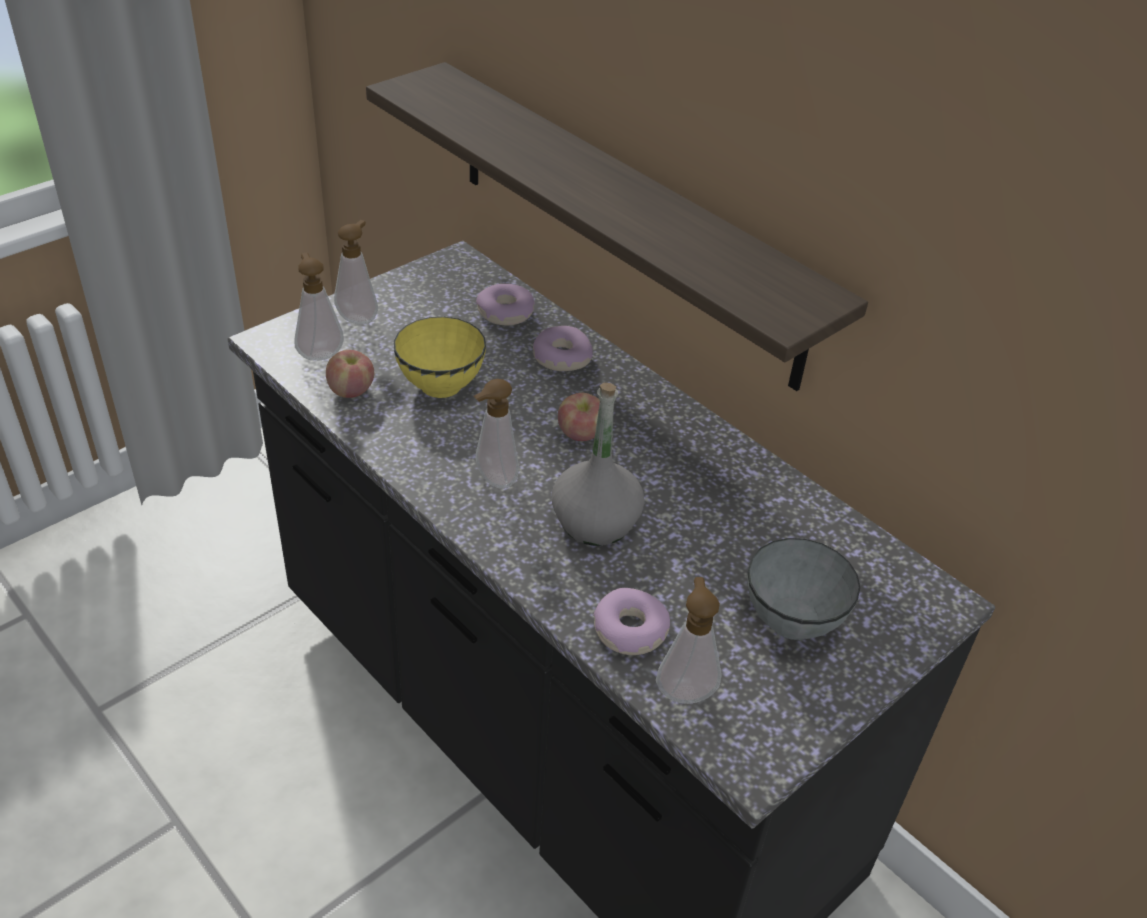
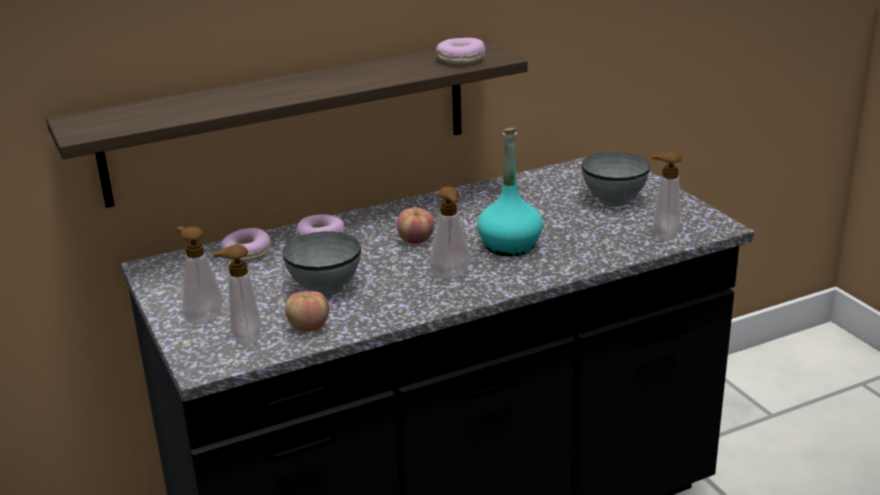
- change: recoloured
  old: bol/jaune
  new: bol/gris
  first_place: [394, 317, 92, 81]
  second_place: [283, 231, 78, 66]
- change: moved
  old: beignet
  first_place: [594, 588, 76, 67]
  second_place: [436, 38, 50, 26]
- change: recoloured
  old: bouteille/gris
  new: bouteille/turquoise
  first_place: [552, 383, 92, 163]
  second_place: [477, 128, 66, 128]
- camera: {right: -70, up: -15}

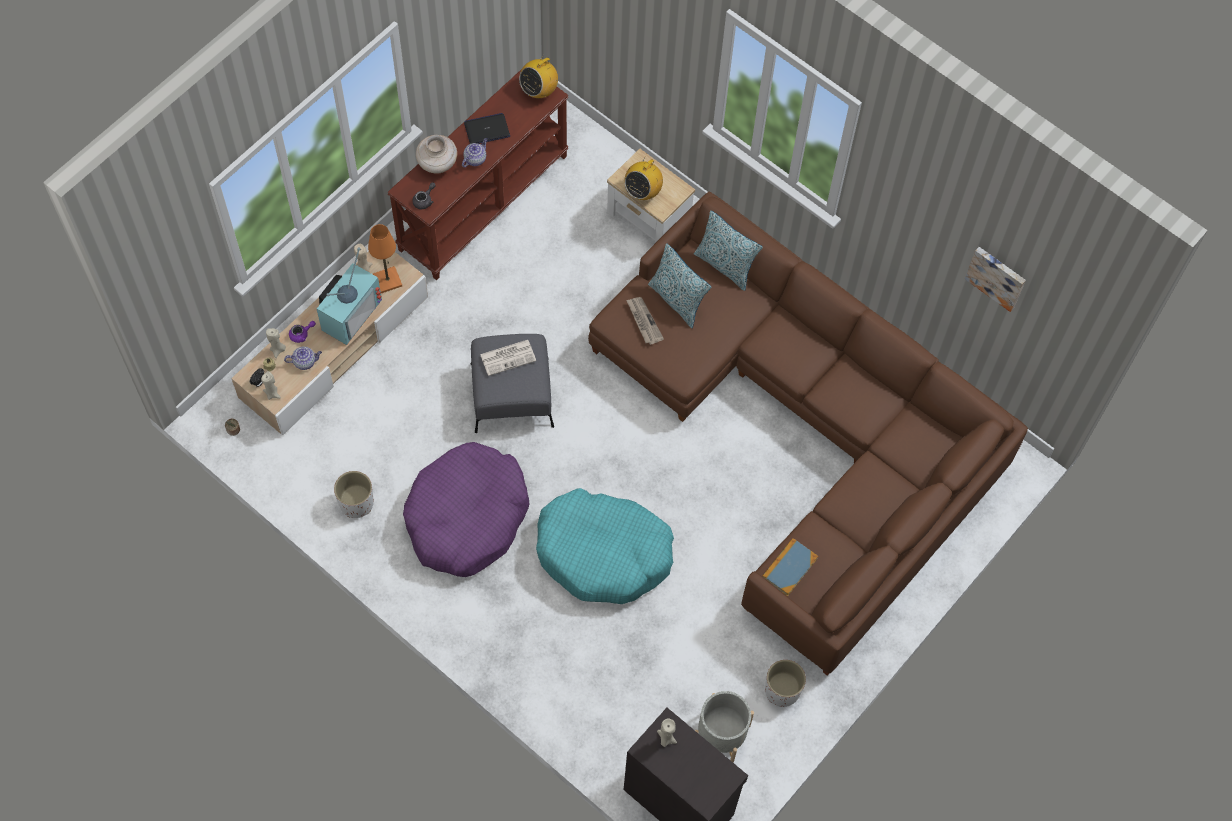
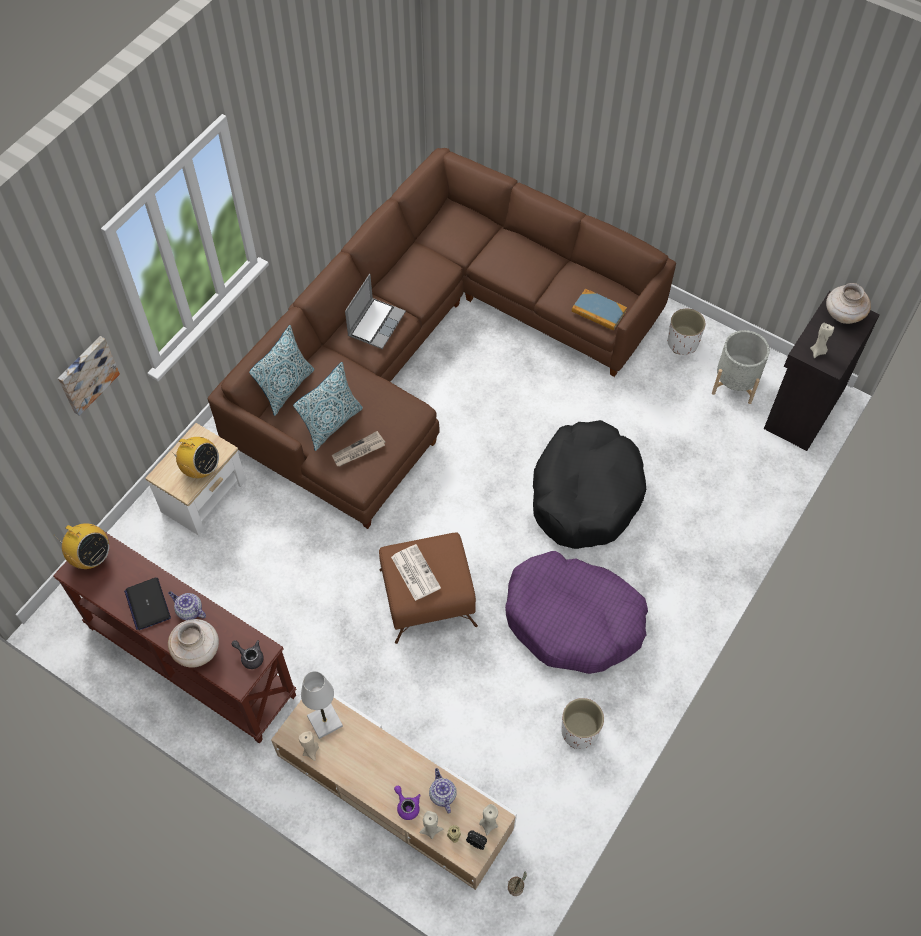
- change: moved
  old: tableau
  first_place: [965, 247, 61, 65]
  second_place: [58, 336, 62, 80]
- change: recoloured
  old: lampe de table/orange
  new: lampe de table/blanc
  first_place: [368, 224, 34, 69]
  second_place: [301, 671, 42, 68]
- change: added
  new: ordinateur portable
  second_place: [345, 274, 61, 75]
- change: recoloured
  old: pouf/gris
  new: pouf/marron
  first_place: [470, 334, 84, 99]
  second_place: [379, 533, 99, 111]
- change: recoloured
  old: panier pour chien/turquoise
  new: panier pour chien/noir
  first_place: [536, 488, 138, 116]
  second_place: [533, 420, 113, 129]
- change: added
  new: vase/beige
  second_place: [826, 283, 45, 41]
- change: removed
  old: téléviseur
  first_place: [317, 248, 65, 97]
- camera: {right: -95, up: -5}

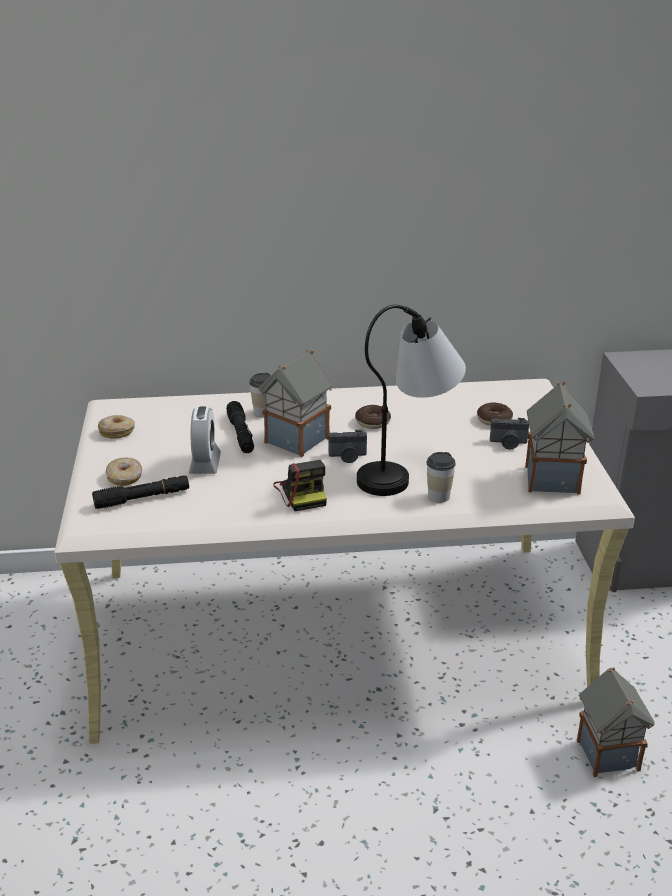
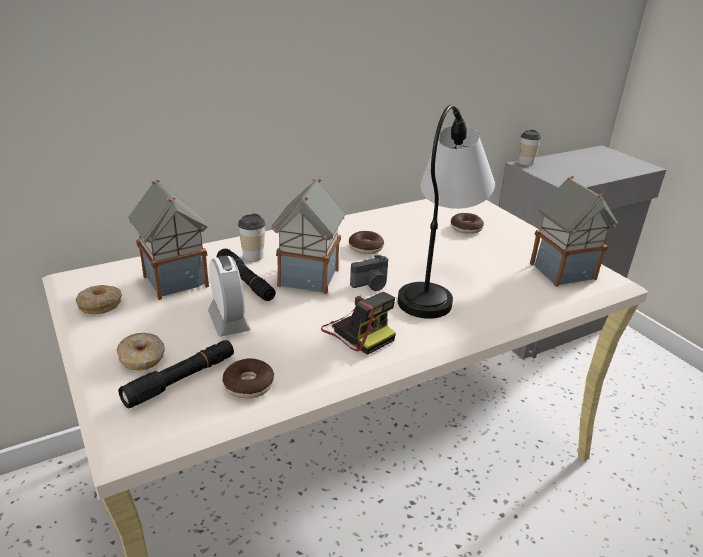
- change: moved
  old: maison miniature
  first_place: [577, 667, 77, 110]
  second_place: [128, 179, 81, 121]
- change: added
  new: beignet
  second_place: [222, 359, 52, 39]
- change: moved
  old: tasse
  first_place: [426, 452, 30, 51]
  second_place: [518, 130, 23, 36]
- change: removed
  old: appareil photo
  first_place: [490, 418, 39, 31]
- camera: {right: -25, up: 0}

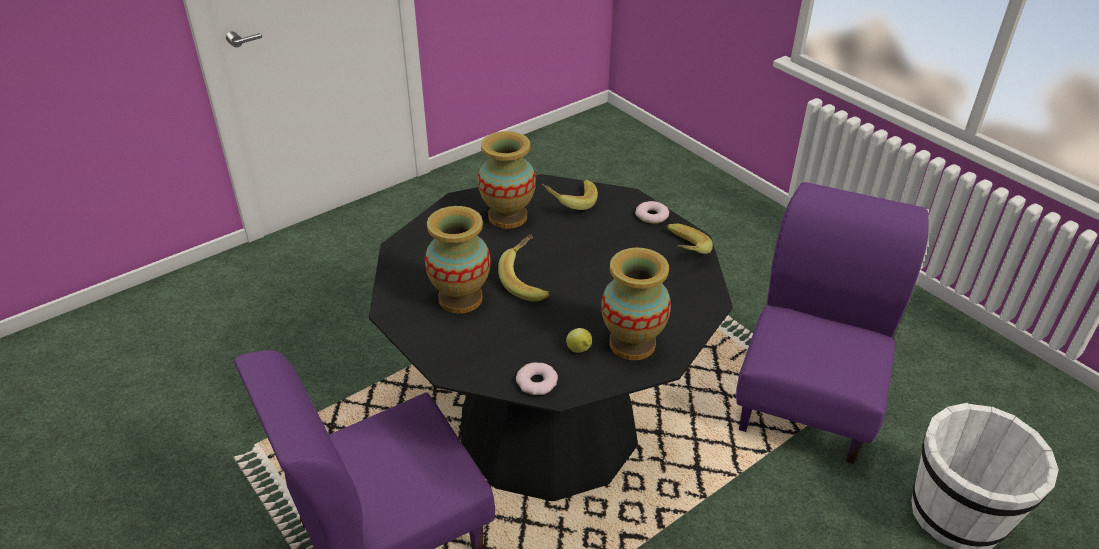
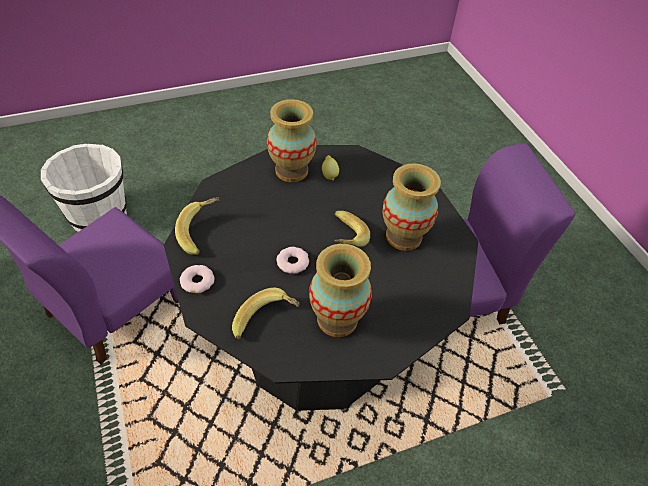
- change: moved
  old: beignet
  first_place: [516, 363, 42, 32]
  second_place: [276, 247, 33, 27]
- camera: {right: -165, up: 10}

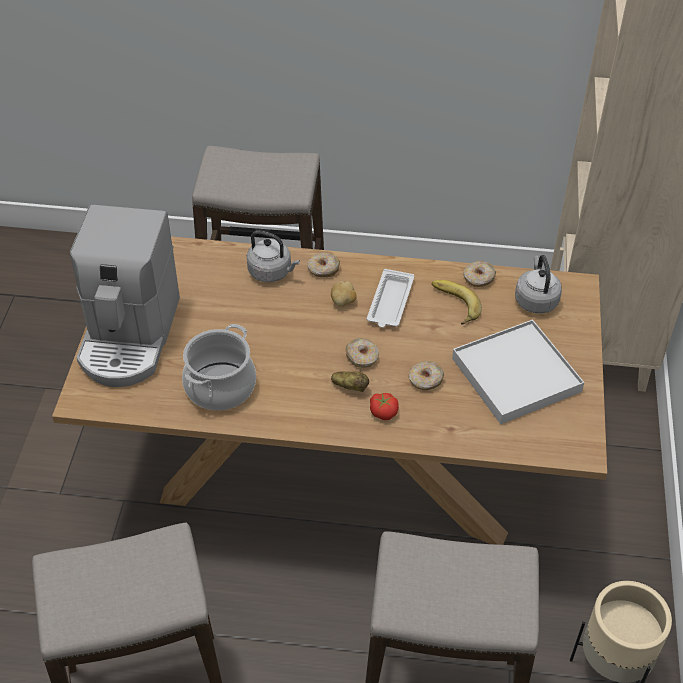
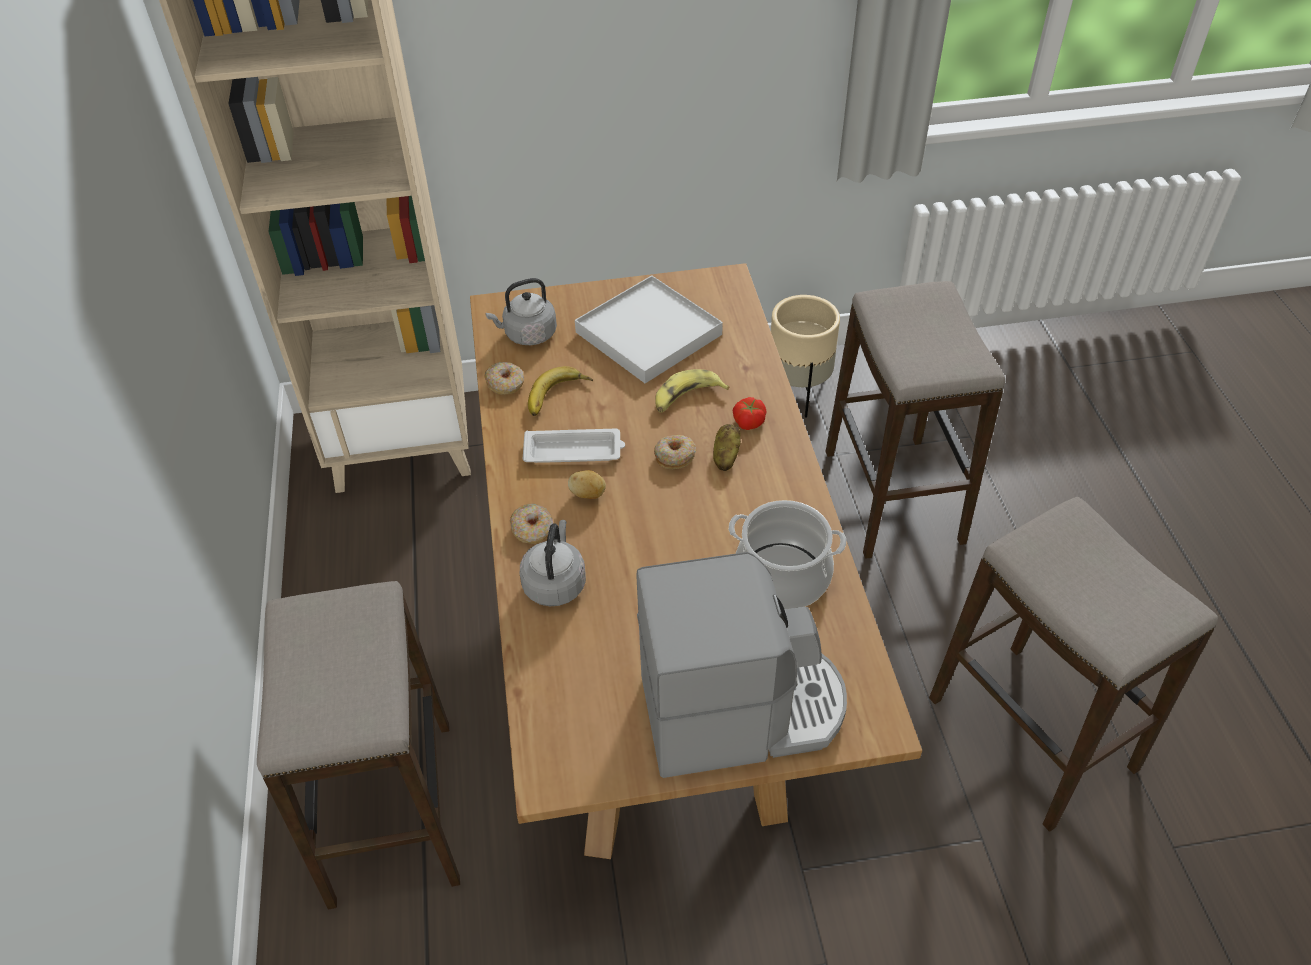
- change: replaced
  old: beignet
  new: banane
  first_place: [409, 361, 35, 29]
  second_place: [656, 369, 73, 44]
- camera: {right: -105, up: 0}

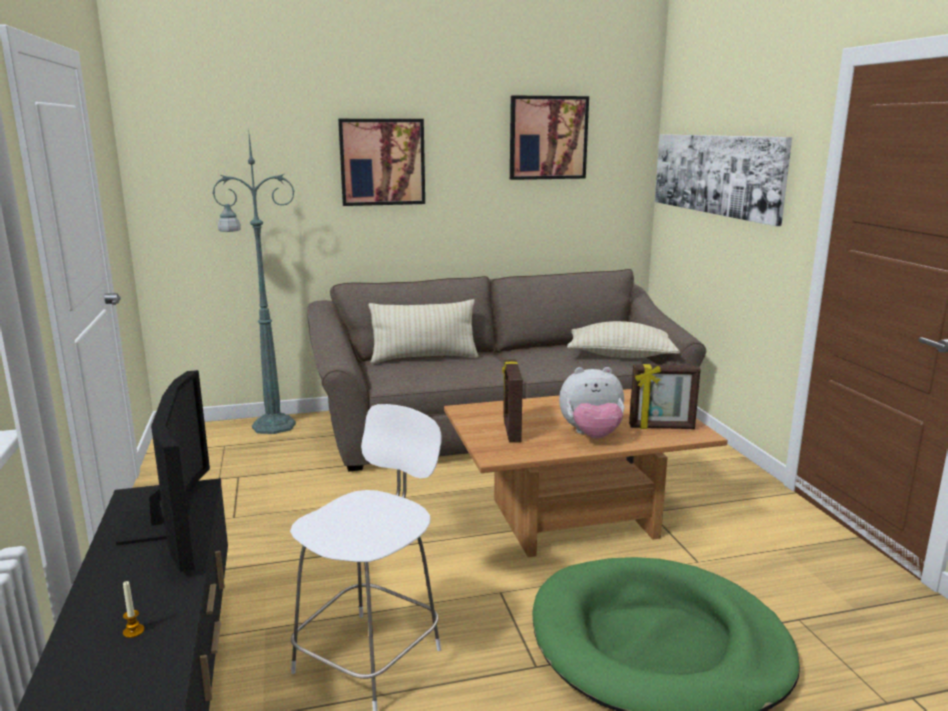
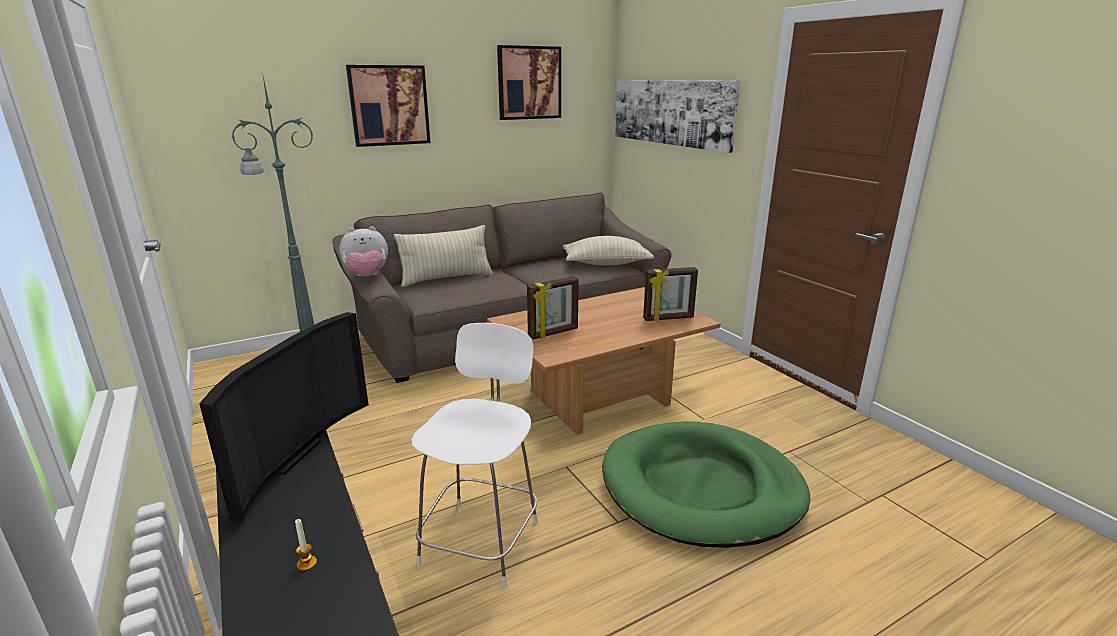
- change: turned
  old: téléviseur
  first_place: [116, 370, 94, 202]
  second_place: [199, 312, 170, 210]
  degrees: 45
- change: moved
  old: peluche
  first_place: [559, 367, 66, 72]
  second_place: [339, 226, 49, 51]
- change: turned
  old: cadre photo
  first_place: [502, 359, 21, 83]
  second_place: [527, 276, 52, 63]
  degrees: -105
- camera: {right: -15, up: 5}

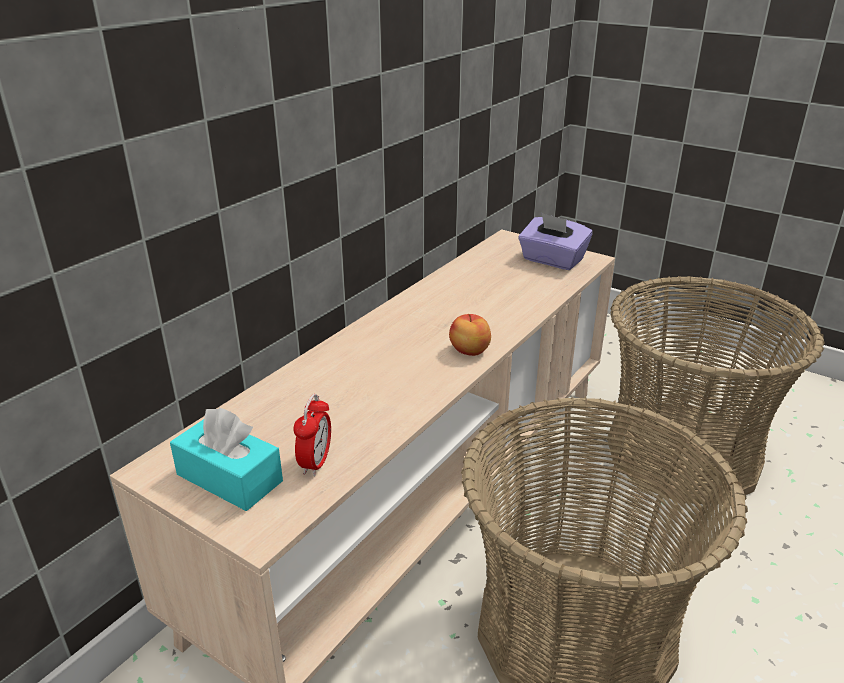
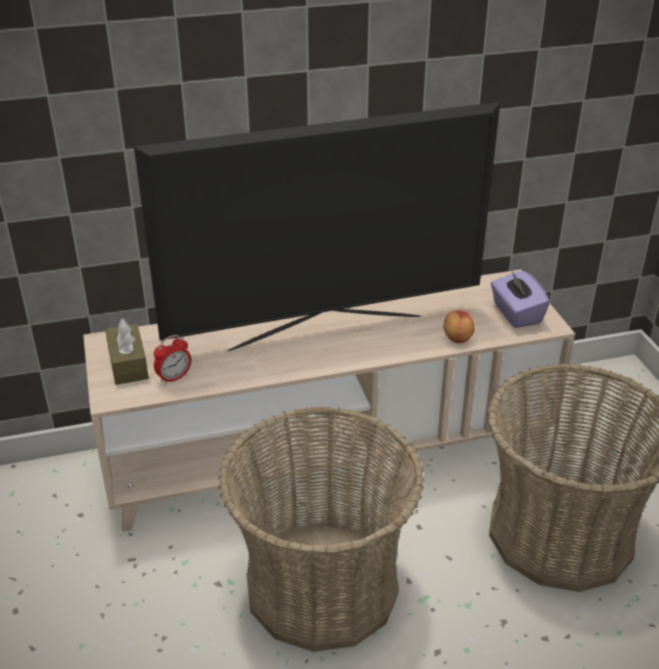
- change: recoloured
  old: boîte à mouchoirs/turquoise
  new: boîte à mouchoirs/marron
  first_place: [170, 408, 113, 103]
  second_place: [105, 319, 44, 66]
- change: added
  new: téléviseur
  second_place: [134, 102, 366, 249]
- change: moved
  old: pomme
  first_place: [449, 314, 42, 42]
  second_place: [443, 310, 32, 33]
- camera: {right: 40, up: 5}

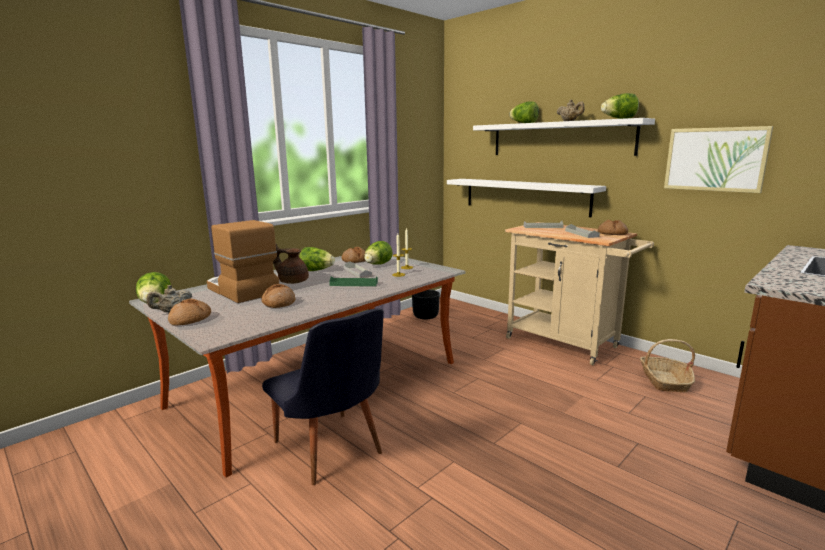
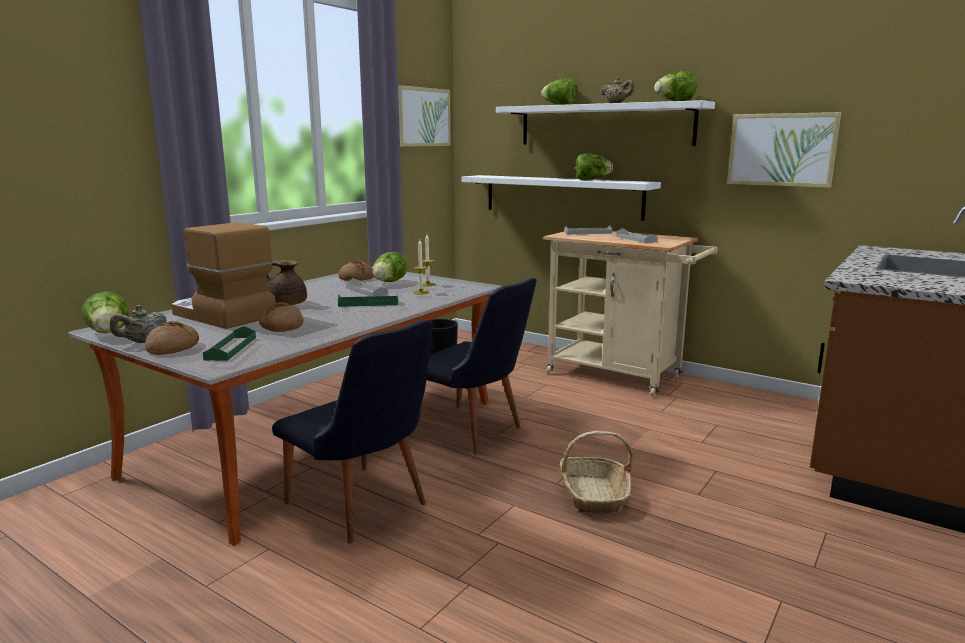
- change: added
  new: plateau/vert
  second_place: [203, 326, 53, 35]
- change: added
  new: tableau
  second_place: [398, 85, 53, 62]
- change: added
  new: chaise/noir
  second_place: [427, 278, 109, 176]
- change: moved
  old: panier
  first_place: [640, 339, 55, 53]
  second_place: [560, 431, 73, 82]
- change: moved
  old: laitue
  first_place: [299, 247, 36, 24]
  second_place: [576, 153, 37, 27]
- change: removed
  old: pain
  first_place: [598, 220, 30, 15]
- camera: {right: -10, up: 0}

